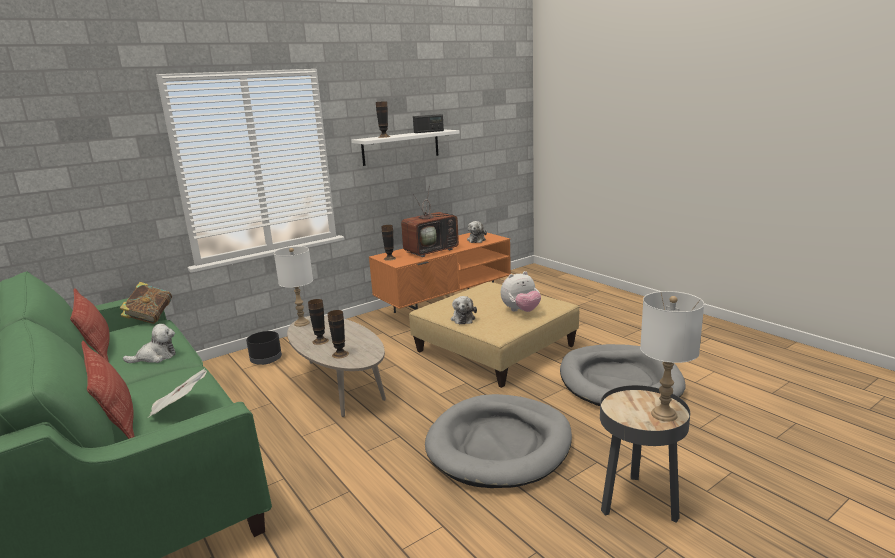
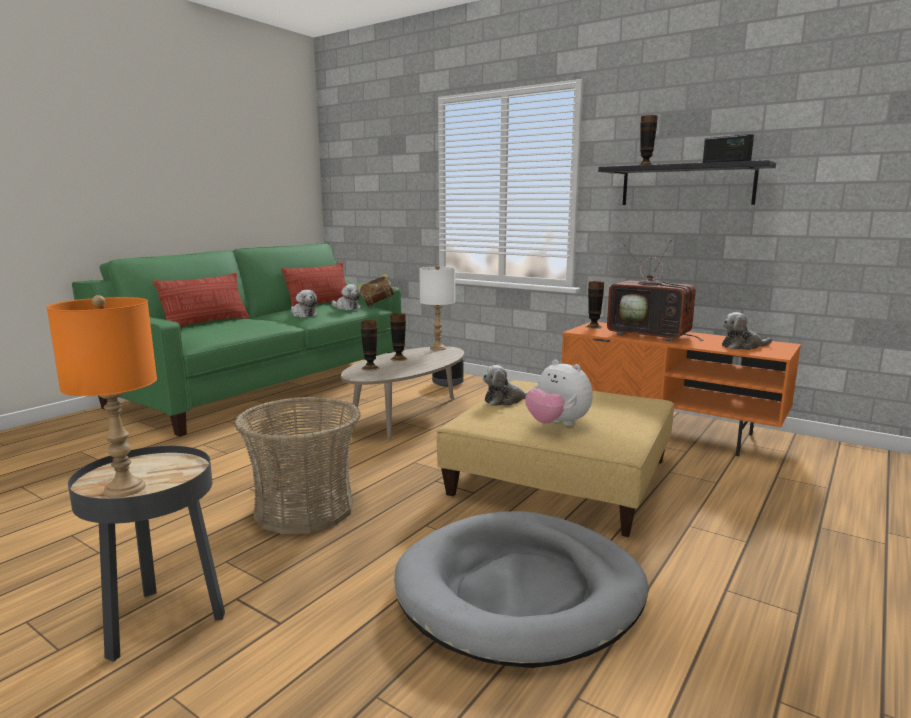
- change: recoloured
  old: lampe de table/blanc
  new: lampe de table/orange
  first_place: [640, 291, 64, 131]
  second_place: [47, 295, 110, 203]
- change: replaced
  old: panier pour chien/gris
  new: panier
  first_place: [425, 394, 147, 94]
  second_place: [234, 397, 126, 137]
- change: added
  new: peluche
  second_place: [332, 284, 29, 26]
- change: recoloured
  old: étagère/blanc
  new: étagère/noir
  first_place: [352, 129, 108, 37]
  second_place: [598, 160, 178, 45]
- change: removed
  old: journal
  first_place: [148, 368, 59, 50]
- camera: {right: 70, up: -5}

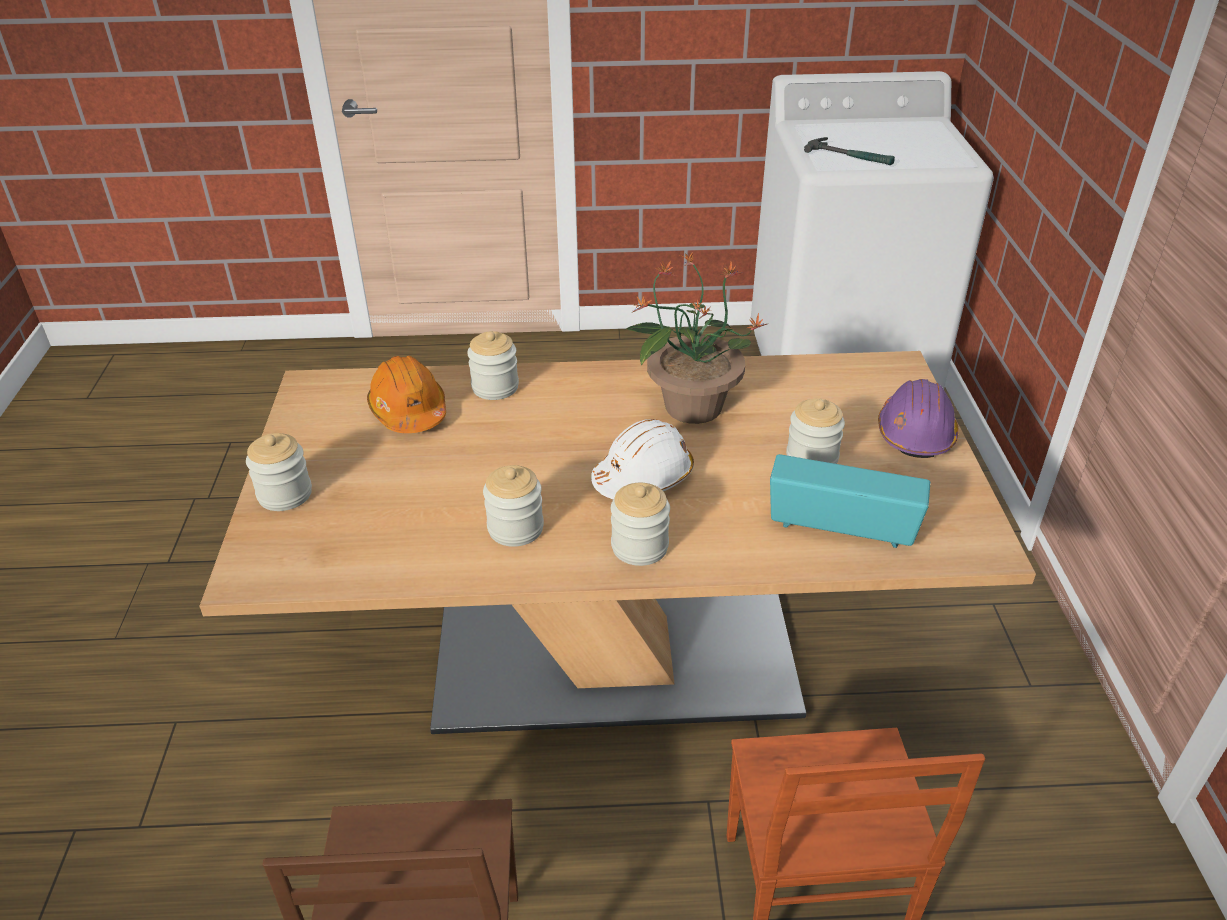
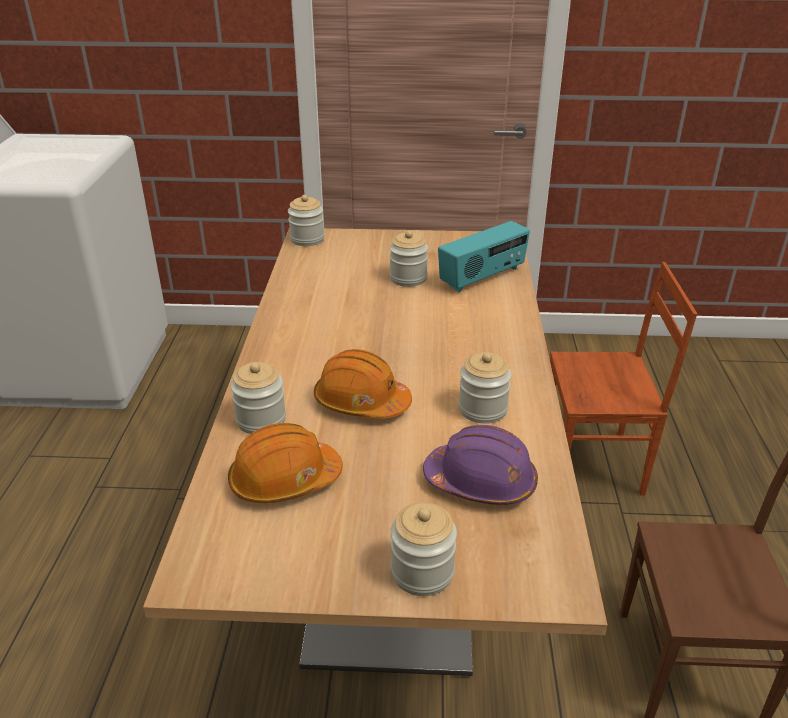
- change: moved
  old: bocal
  first_place: [611, 483, 59, 83]
  second_place: [288, 195, 36, 51]
- change: added
  new: casque de chantier/orange
  second_place: [314, 349, 98, 70]
- change: moved
  old: casque de chantier/violet
  first_place: [878, 379, 81, 79]
  second_place: [423, 425, 115, 80]
- change: turned
  old: radio
  first_place: [770, 454, 160, 94]
  second_place: [438, 221, 92, 72]
  degrees: -150
- change: removed
  old: casque de chantier/blanc
  first_place: [591, 419, 103, 80]
- change: removed
  old: plante en pot
  first_place: [625, 253, 142, 171]
- change: removed
  old: marteau
  first_place: [804, 137, 91, 28]
- camera: {right: -85, up: -5}

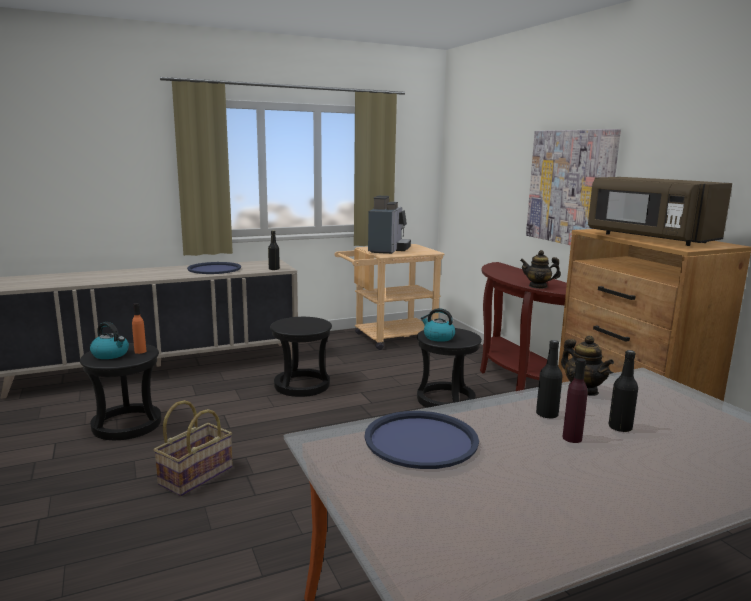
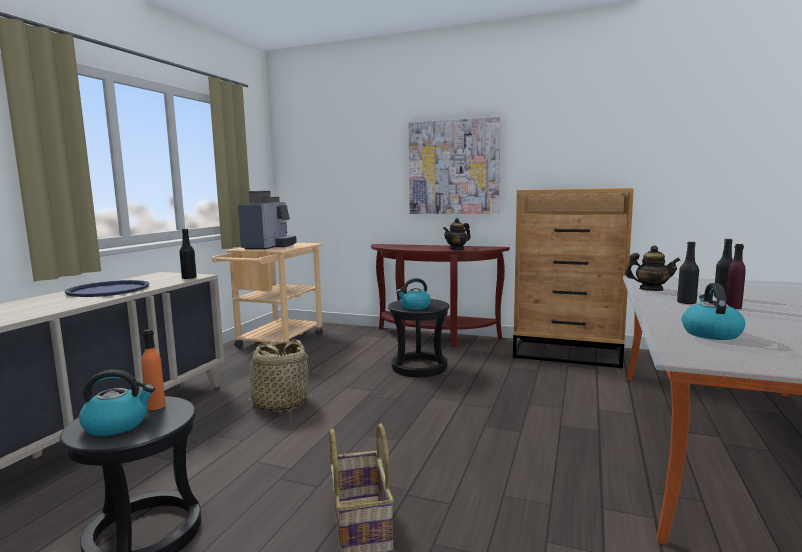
- change: turned
  old: machine à café
  first_place: [368, 196, 43, 58]
  second_place: [238, 191, 59, 59]
  degrees: 45
- change: replaced
  old: tabouret/noir
  new: panier
  first_place: [270, 317, 62, 80]
  second_place: [238, 339, 77, 73]
- change: replaced
  old: plateau/bleu
  new: bouilloire
  first_place: [364, 411, 115, 58]
  second_place: [682, 283, 63, 57]
- change: removed
  old: micro-ondes/marron
  first_place: [588, 177, 144, 69]
- camera: {right: -45, up: -5}

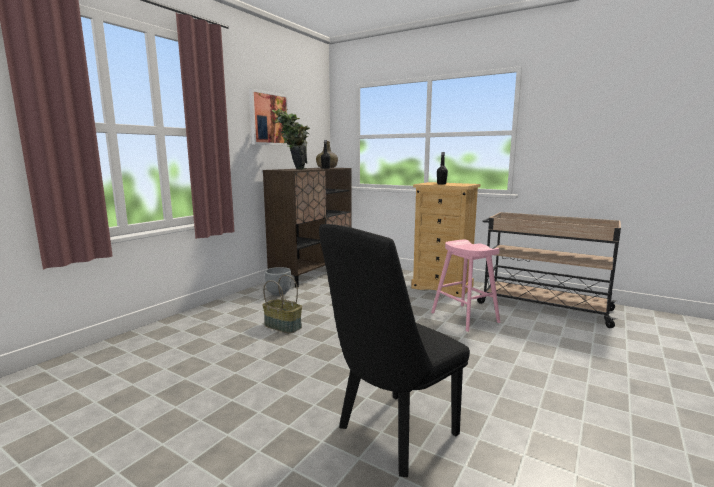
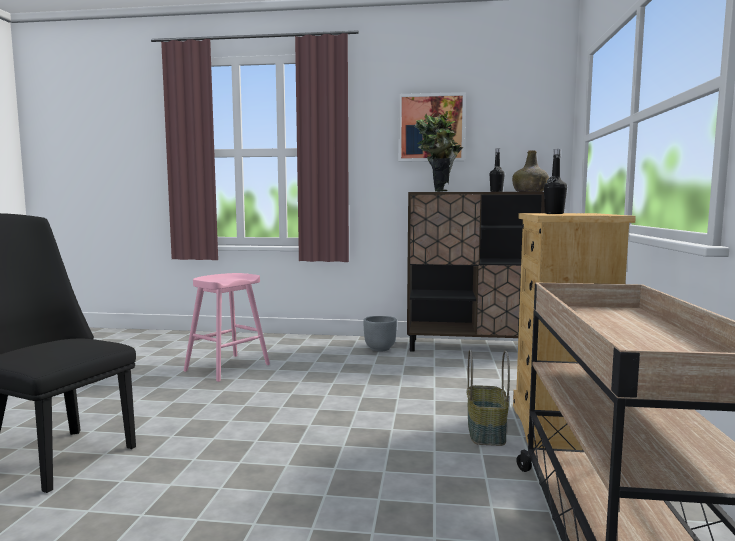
- change: moved
  old: tabouret/rose
  first_place: [431, 240, 69, 92]
  second_place: [184, 273, 86, 109]
- change: moved
  old: panier
  first_place: [262, 275, 40, 59]
  second_place: [467, 350, 43, 96]
- camera: {right: 65, up: -5}

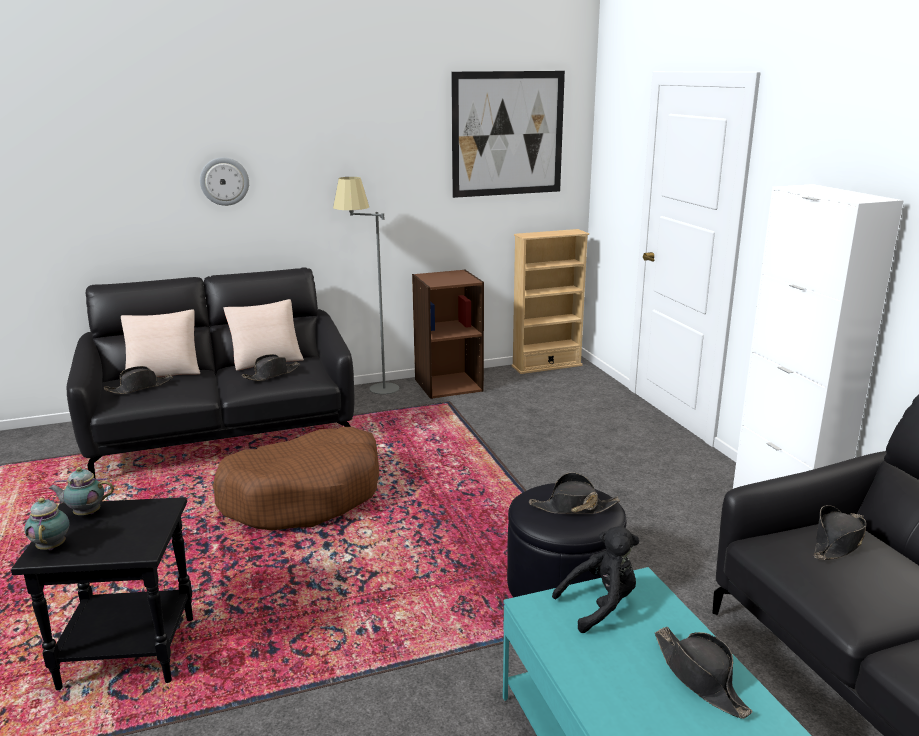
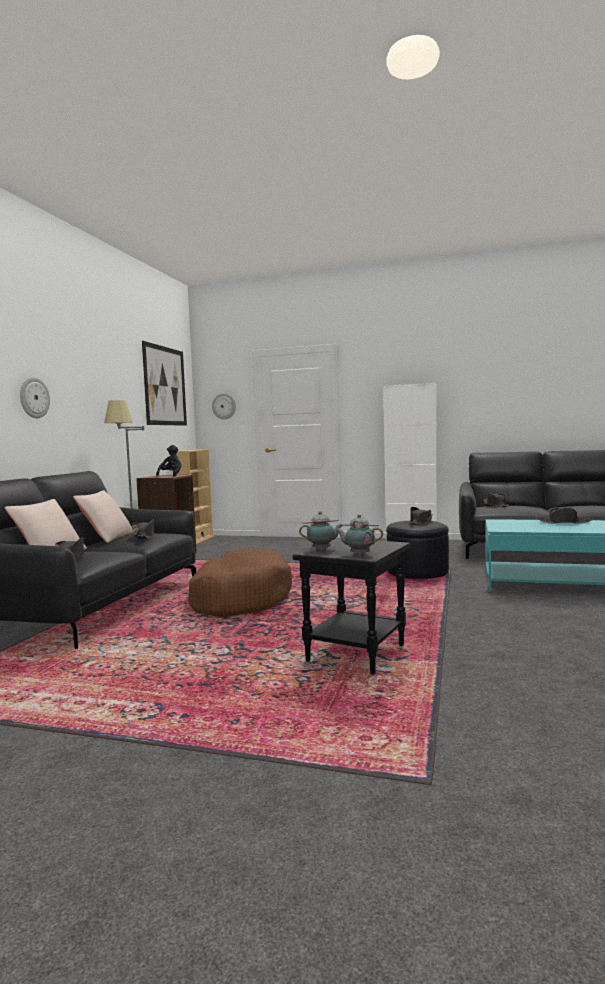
- change: moved
  old: peluche/noir
  first_place: [552, 526, 87, 107]
  second_place: [156, 445, 26, 32]
- change: added
  new: horloge murale
  second_place: [212, 393, 24, 27]
- change: turned
  old: théière
  first_place: [48, 467, 66, 48]
  second_place: [299, 511, 43, 40]
  degrees: -135
- camera: {right: -55, up: -15}

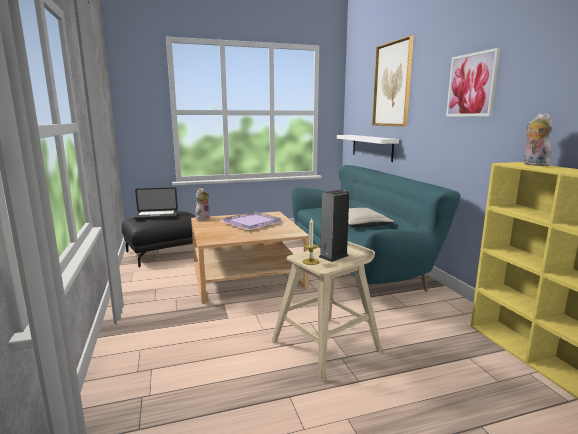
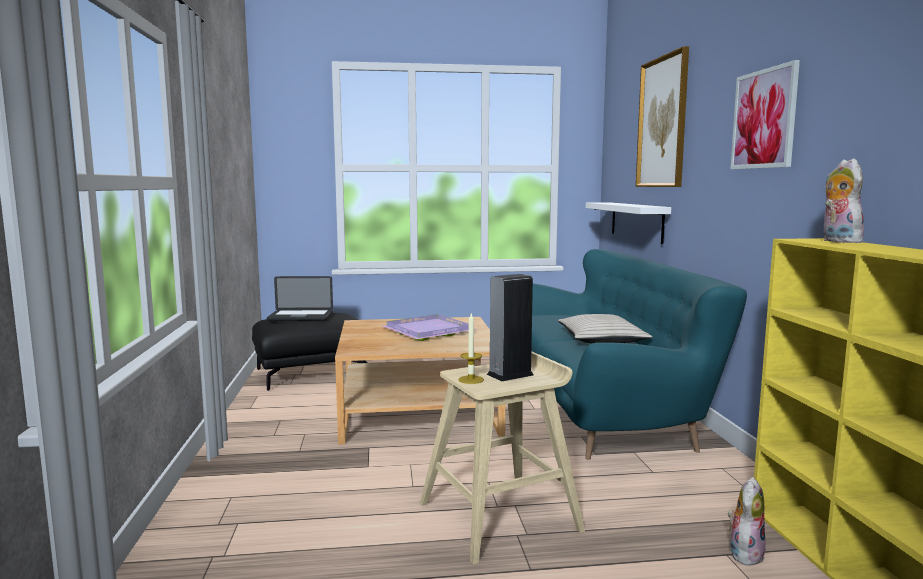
- change: moved
  old: peluche
  first_place: [195, 188, 15, 33]
  second_place: [728, 477, 38, 89]
- camera: {right: 10, up: -5}

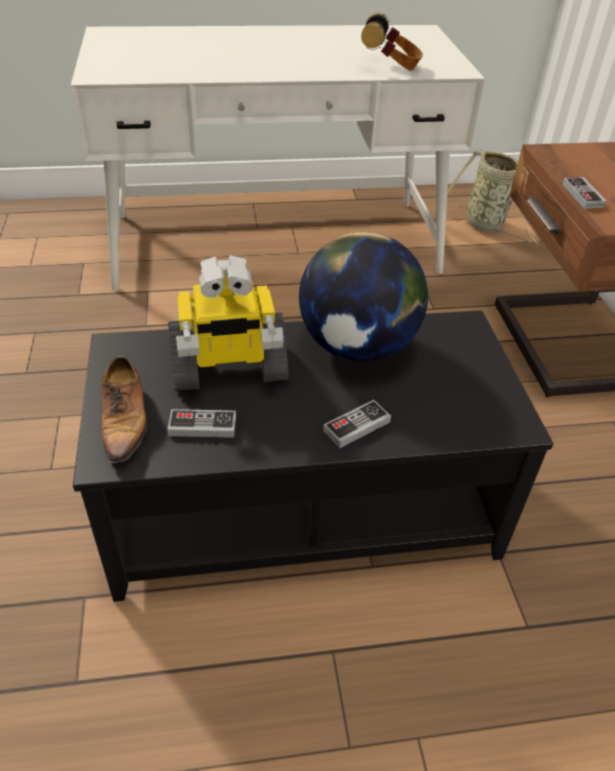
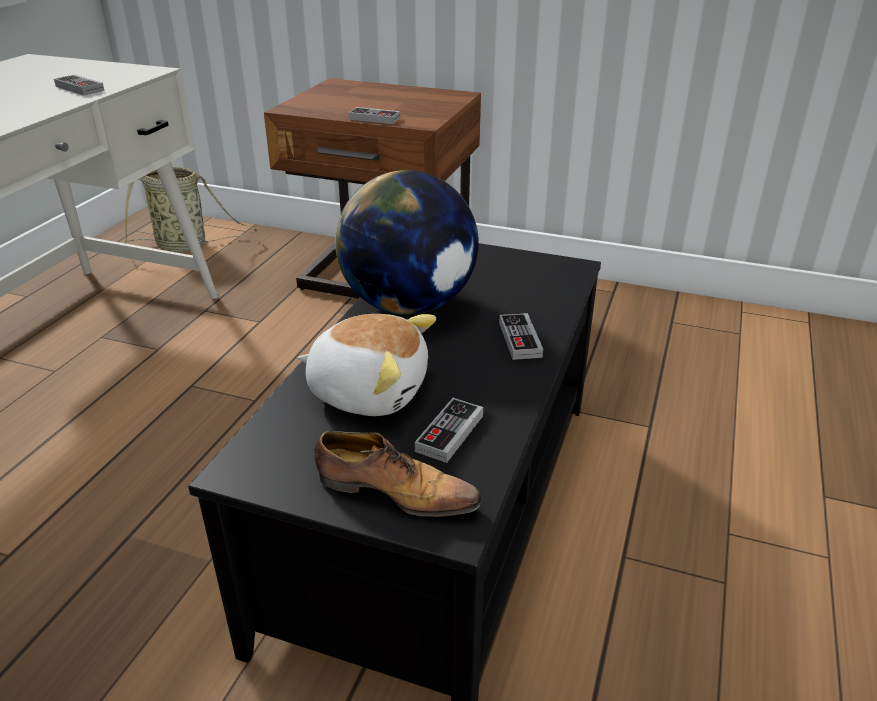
- change: replaced
  old: casque audio
  new: manette
  first_place: [361, 13, 62, 58]
  second_place: [54, 75, 51, 20]
- change: replaced
  old: robot jouet
  new: peluche
  first_place: [168, 255, 121, 136]
  second_place: [298, 314, 138, 102]
- camera: {right: -60, up: -10}

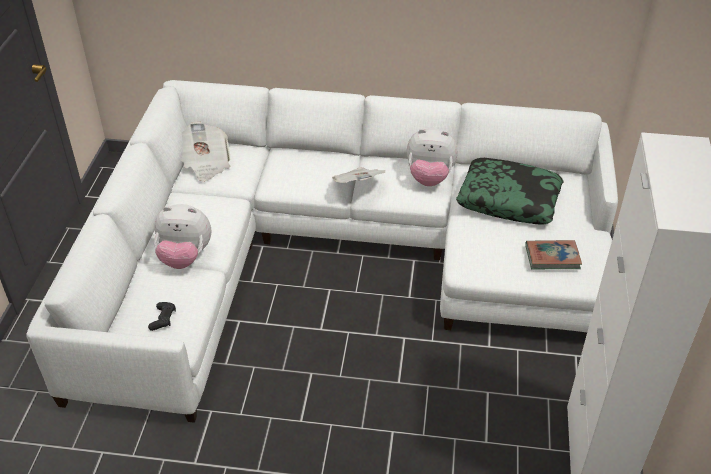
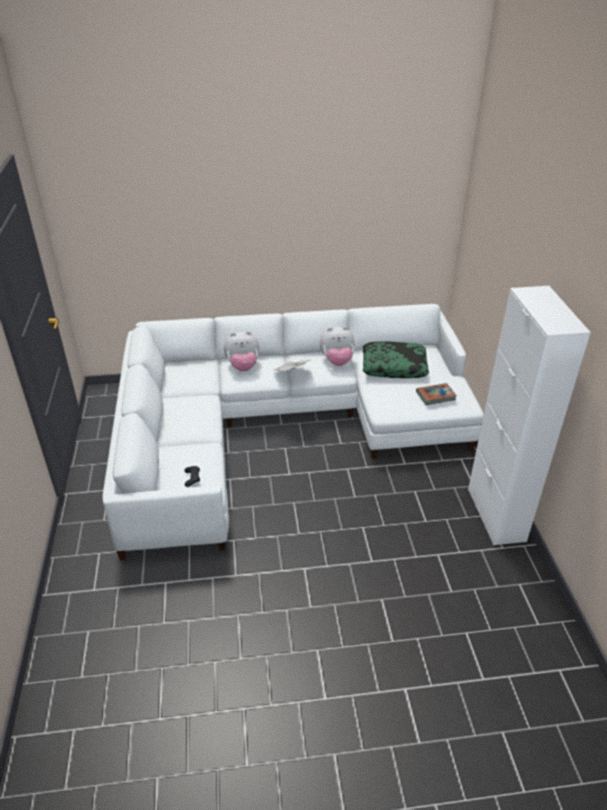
- change: moved
  old: peluche
  first_place: [154, 204, 57, 65]
  second_place: [224, 331, 35, 40]
- change: removed
  old: journal
  first_place: [181, 121, 49, 61]
- camera: {right: -15, up: -5}

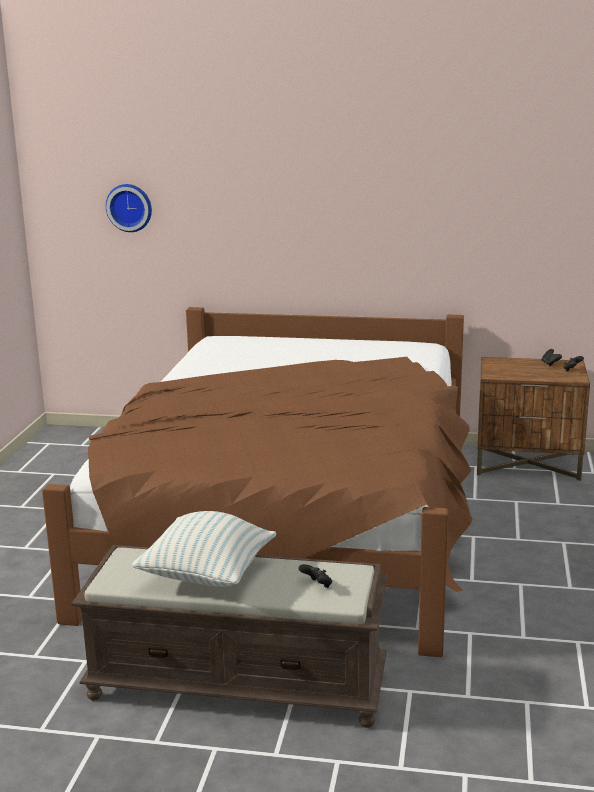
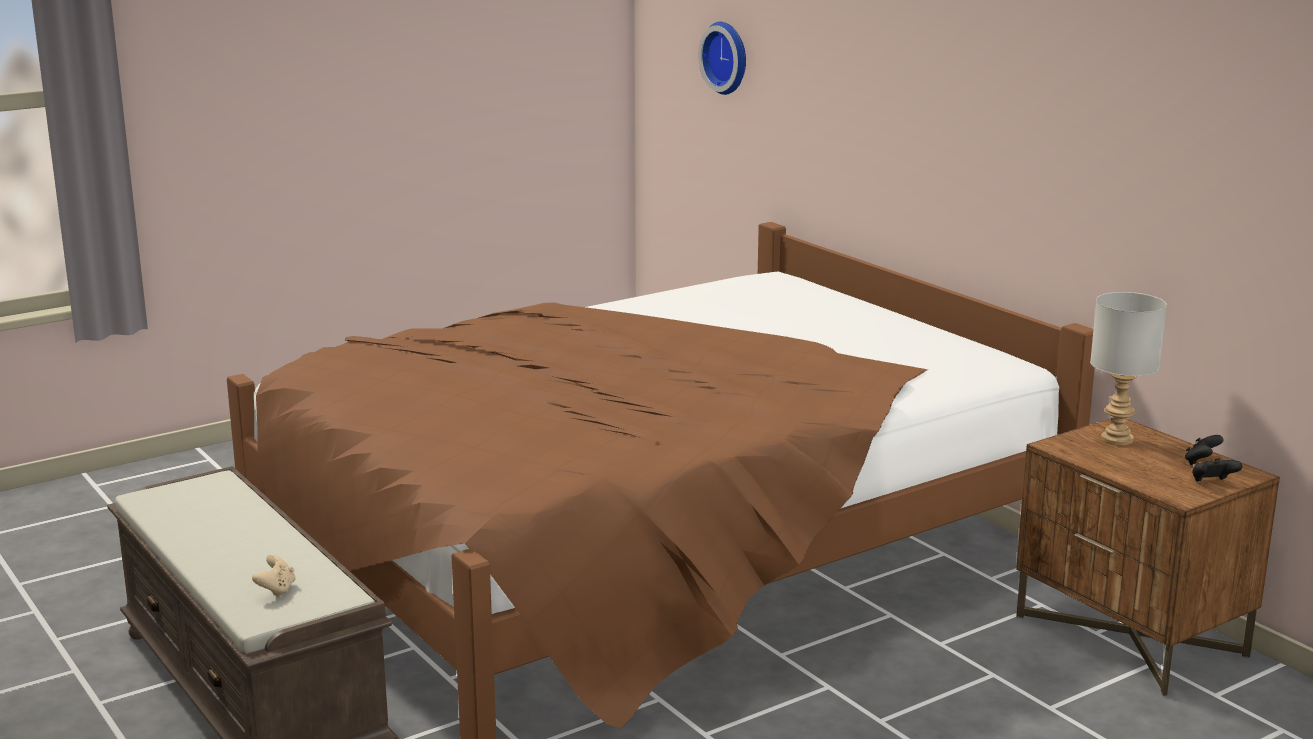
- change: recoloured
  old: manette/noir
  new: manette/beige
  first_place: [298, 564, 34, 24]
  second_place: [252, 554, 44, 43]
- change: added
  new: lampe de table/gris
  second_place: [1090, 292, 77, 154]
- change: removed
  old: coussin
  first_place: [132, 511, 144, 76]
- camera: {right: 45, up: 0}

